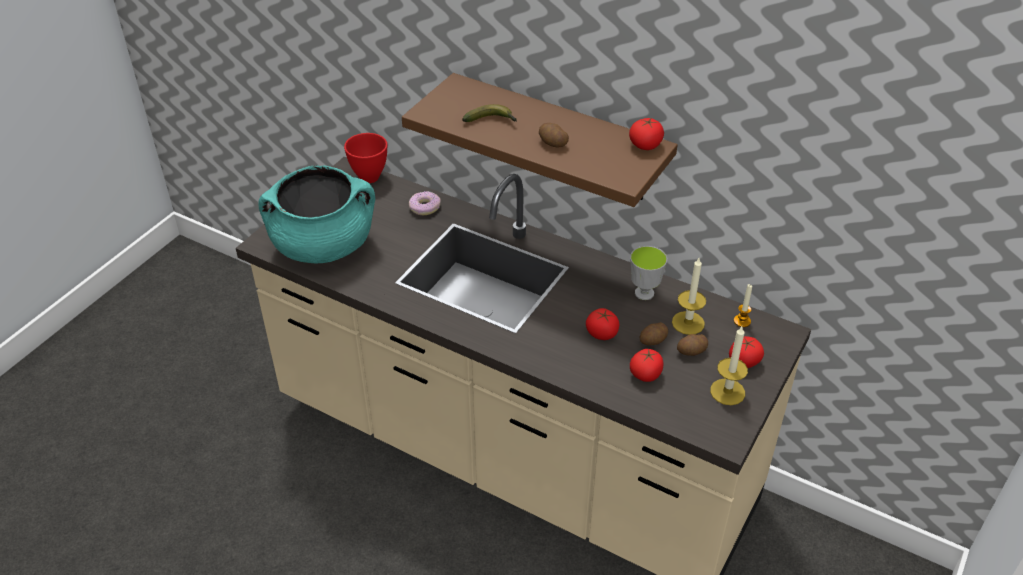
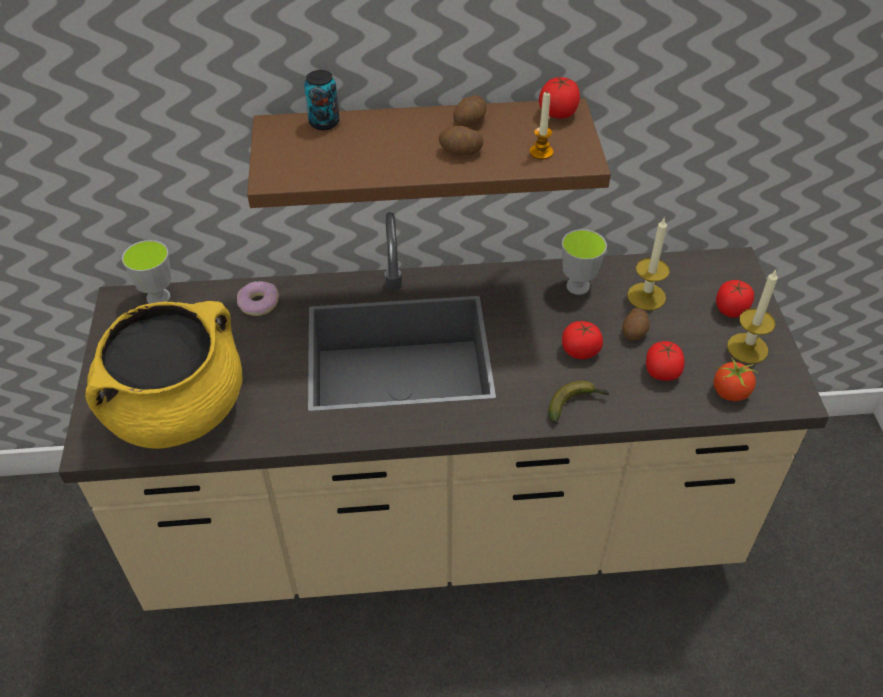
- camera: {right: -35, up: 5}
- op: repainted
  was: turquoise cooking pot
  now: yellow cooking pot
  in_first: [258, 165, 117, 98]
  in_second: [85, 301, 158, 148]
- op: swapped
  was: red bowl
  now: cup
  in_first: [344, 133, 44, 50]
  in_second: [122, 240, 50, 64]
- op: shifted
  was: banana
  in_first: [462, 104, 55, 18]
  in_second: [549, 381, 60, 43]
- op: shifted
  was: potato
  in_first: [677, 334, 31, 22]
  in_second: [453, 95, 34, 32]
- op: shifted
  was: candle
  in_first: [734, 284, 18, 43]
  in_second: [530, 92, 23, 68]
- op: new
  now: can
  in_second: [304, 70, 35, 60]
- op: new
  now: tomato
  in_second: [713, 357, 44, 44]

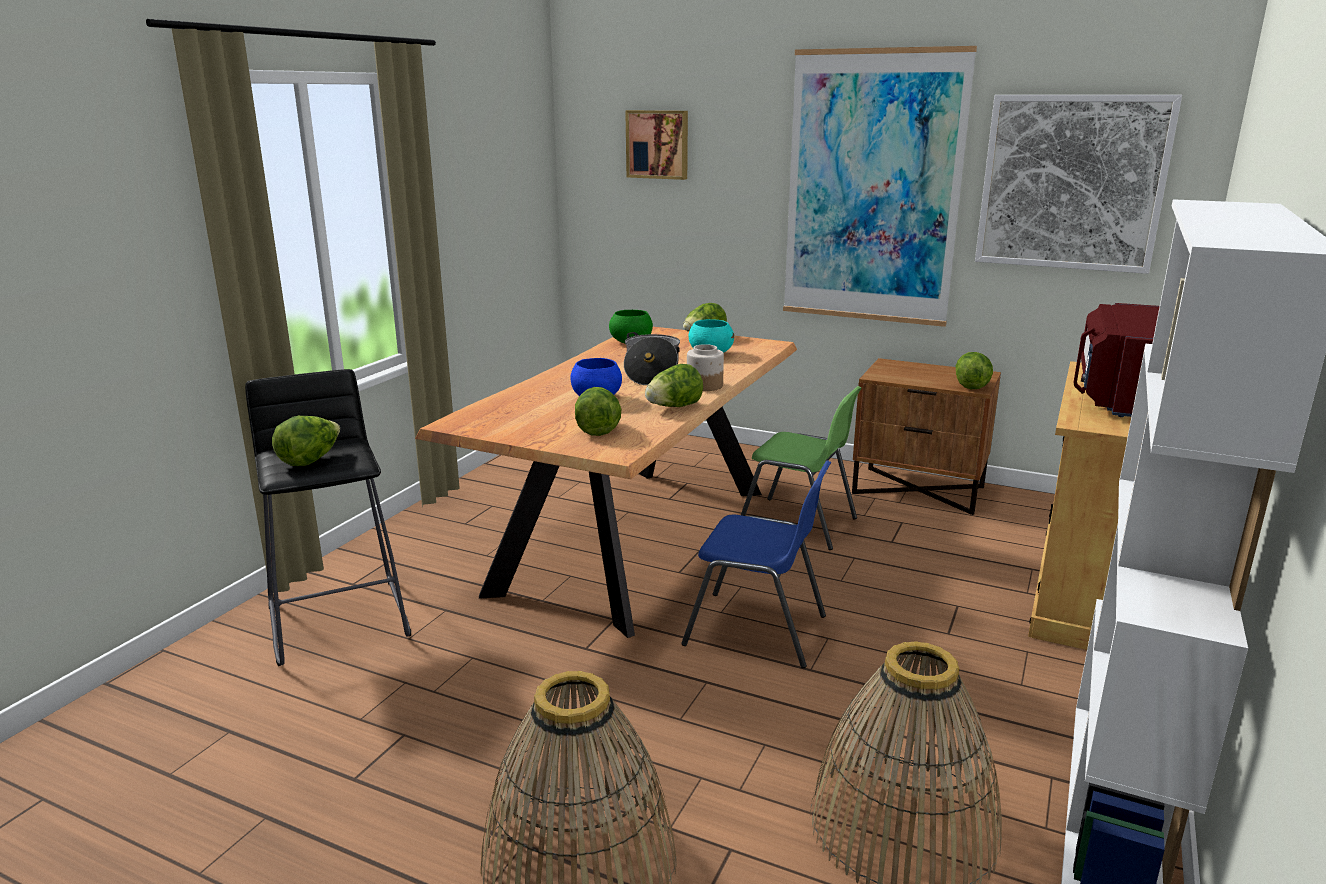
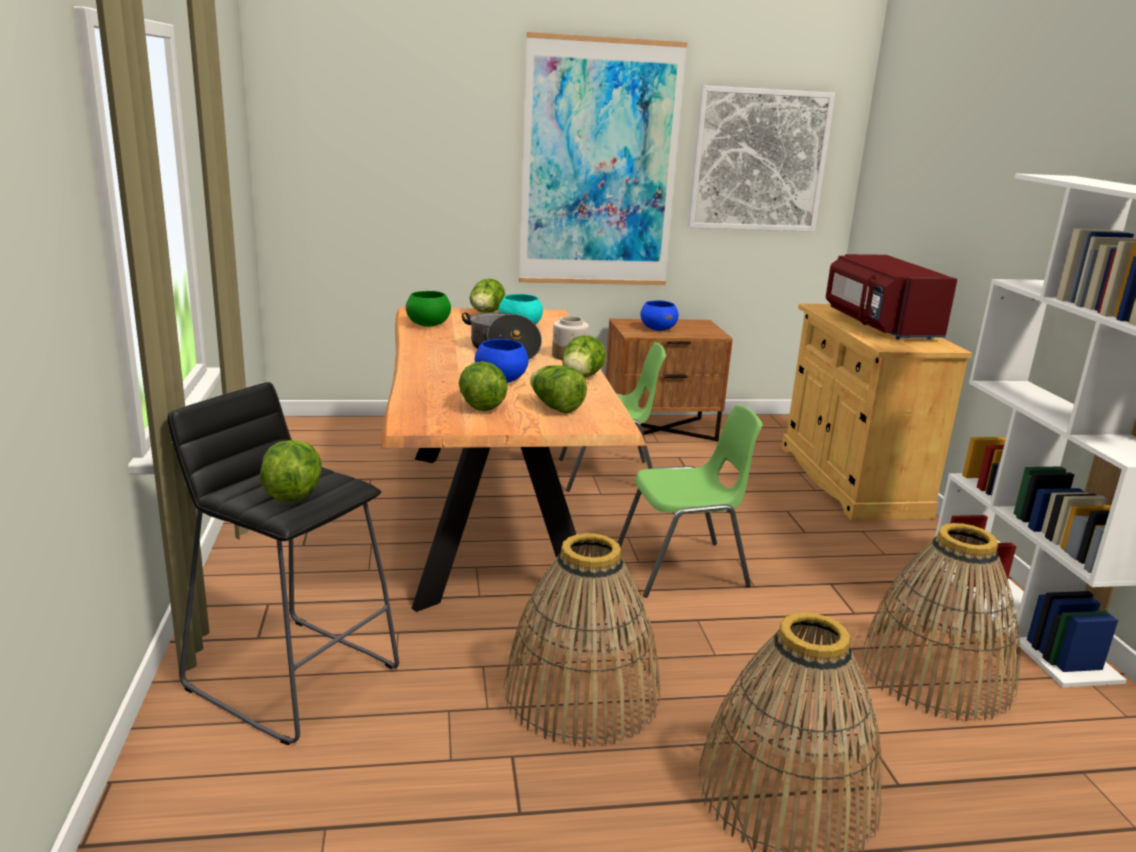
- camera: {right: -35, up: 0}
- op: gone
  was: picture
  in_first: [625, 110, 63, 70]
- op: repainted
  was: blue chair
  now: green chair
  in_first: [681, 461, 151, 207]
  in_second: [617, 404, 146, 194]
- op: shifted
  was: lettuce
  in_first: [955, 352, 38, 37]
  in_second: [459, 361, 49, 50]
- op: new
  now: basket
  in_second: [503, 533, 157, 214]
- op: new
  now: blue bowl
  in_second: [641, 300, 37, 31]

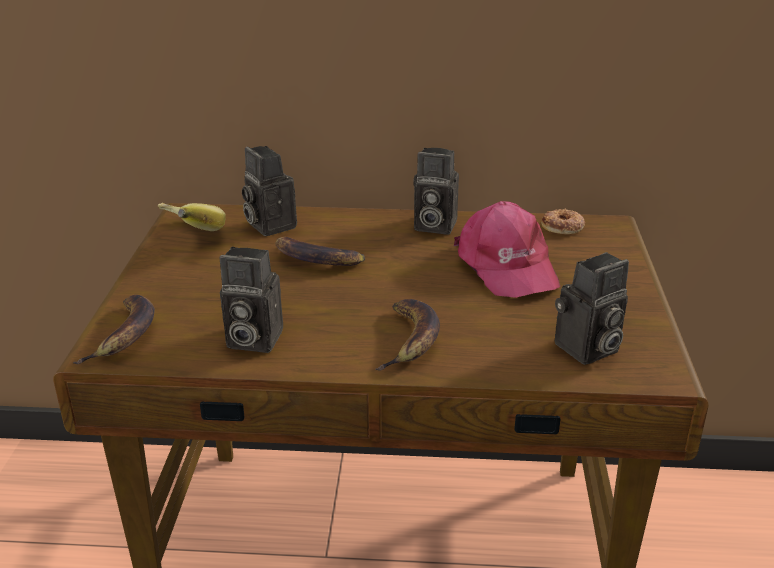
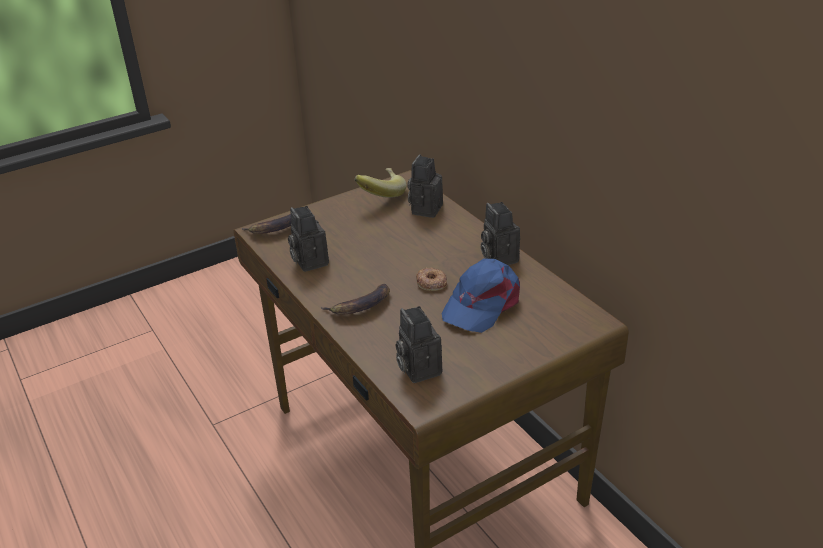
- camera: {right: 55, up: 5}
- op: gone
  was: banana
  in_first: [275, 237, 90, 29]
- op: repainted
  was: pink cap
  now: blue cap
  in_first: [454, 201, 106, 97]
  in_second: [442, 258, 78, 75]
- op: shifted
  was: donut
  in_first: [541, 209, 44, 25]
  in_second: [416, 267, 31, 24]
- op: rotated
  was: photo camera
  in_first: [555, 252, 74, 113]
  in_second: [395, 306, 47, 77]
  clockwise: 45

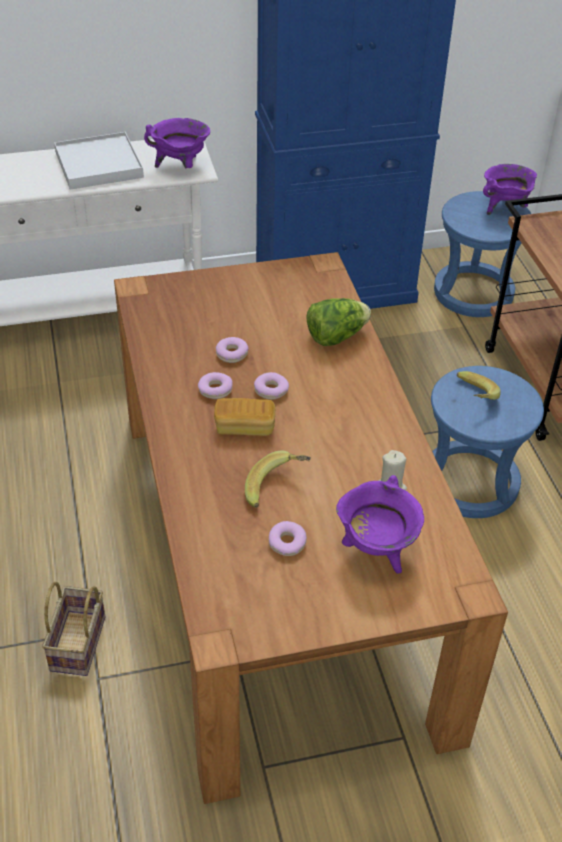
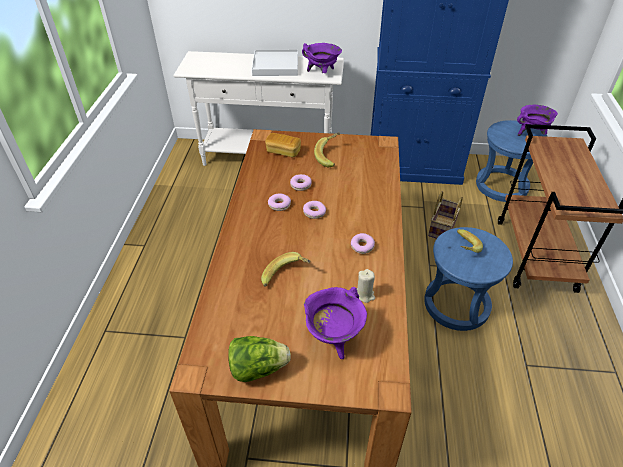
- camera: {right: 20, up: 0}
- op: shifted
  was: basket
  in_first: [42, 582, 63, 94]
  in_second: [428, 191, 35, 48]
- op: shifted
  was: bread
  in_first: [214, 398, 61, 38]
  in_second: [265, 133, 36, 24]
- op: shifted
  was: donut
  in_first: [269, 521, 38, 35]
  in_second: [351, 233, 24, 21]
- op: shifted
  was: lettuce
  in_first: [306, 298, 65, 48]
  in_second: [228, 336, 63, 46]
- op: new
  now: banana
  in_second: [314, 133, 26, 34]

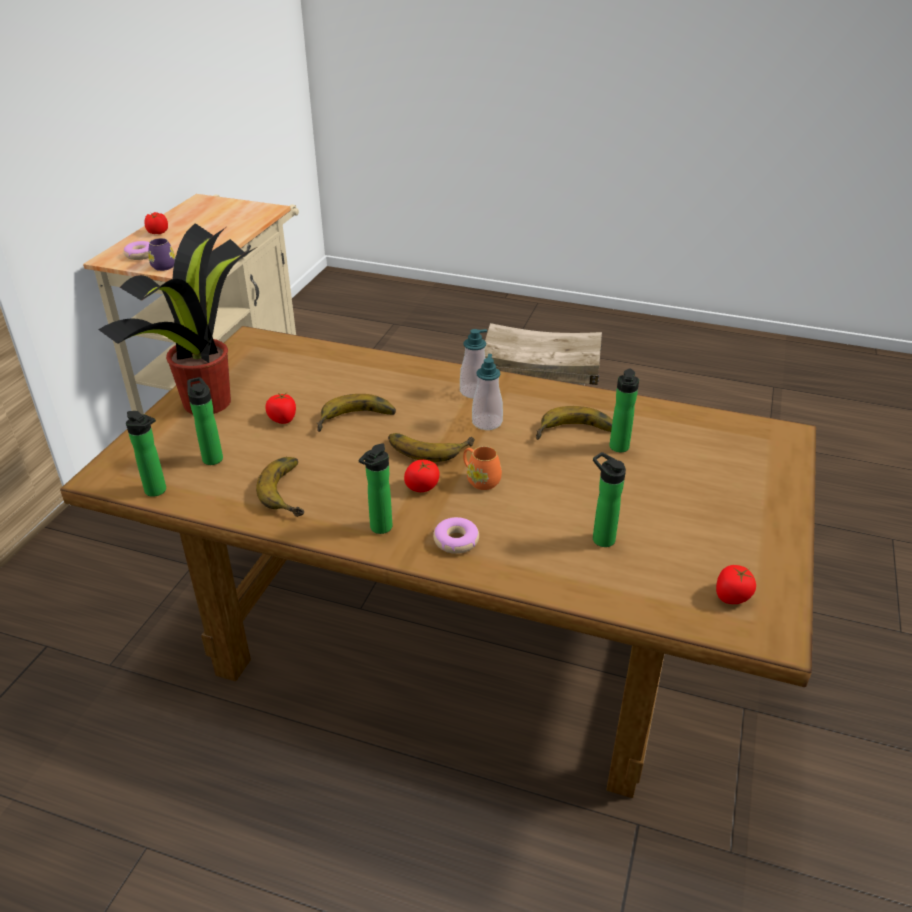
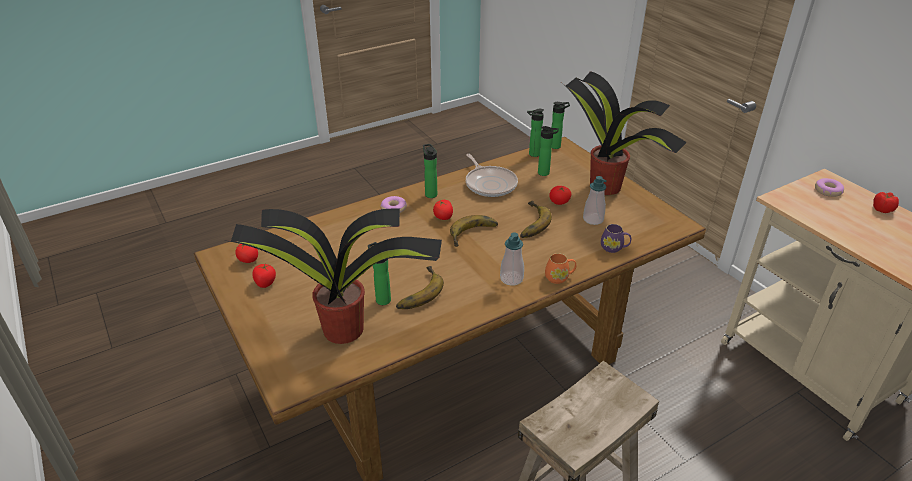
- camera: {right: 130, up: 0}
- op: shifted
  was: purple mug
  in_first: [148, 238, 28, 33]
  in_second: [601, 224, 30, 29]
- op: swapped
  was: banana
  now: frying pan
  in_first: [256, 457, 48, 60]
  in_second: [466, 154, 52, 43]
- op: shifted
  was: orange mug
  in_first: [463, 446, 39, 44]
  in_second: [545, 253, 31, 31]
- op: shifted
  was: soap dispenser
  in_first: [472, 354, 31, 76]
  in_second: [583, 176, 24, 49]
- op: shifted
  was: bottle
  in_first: [593, 452, 33, 95]
  in_second: [551, 102, 19, 47]
- op: new
  now: potted plant
  in_second: [223, 208, 219, 136]
- op: new
  now: tomato
  in_second: [252, 264, 24, 24]

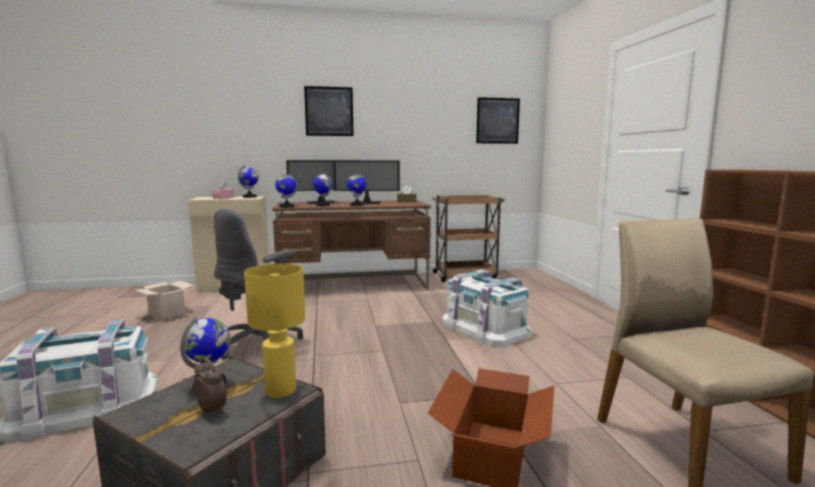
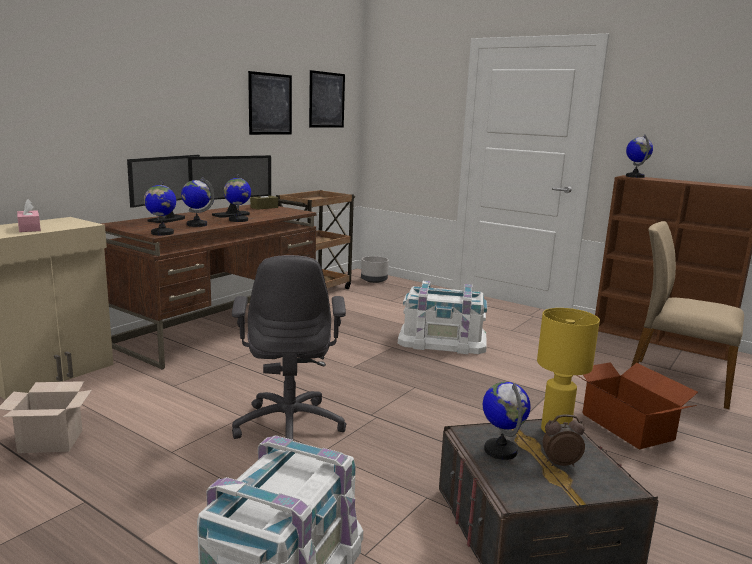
- camera: {right: -45, up: 5}
- op: shifted
  was: globe
  in_first: [238, 165, 21, 33]
  in_second: [626, 134, 27, 44]
- op: shifted
  was: picture
  in_first: [304, 86, 49, 50]
  in_second: [248, 71, 44, 64]
- op: new
  now: grey planter
  in_second: [361, 256, 28, 27]

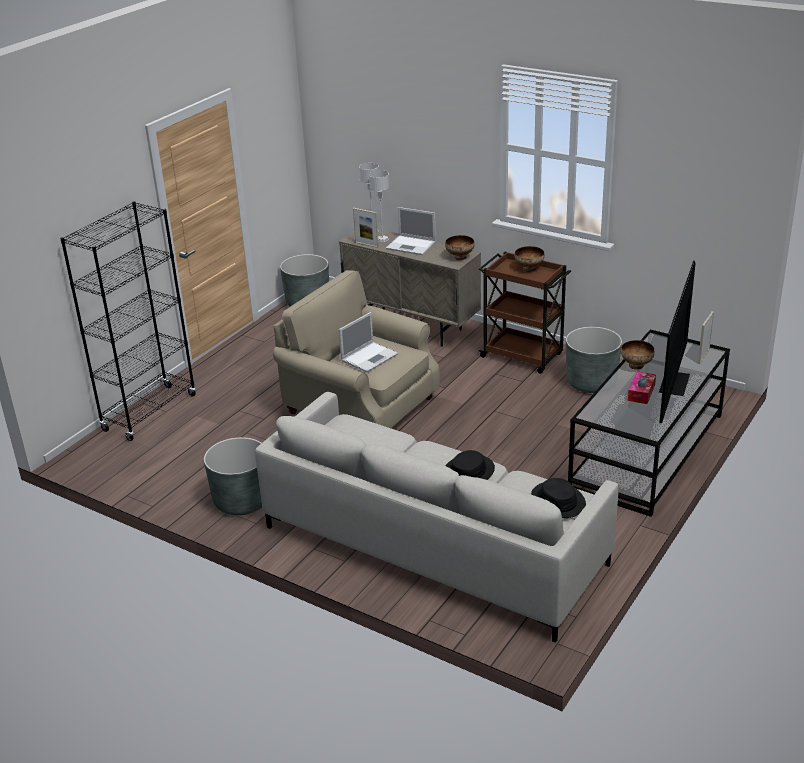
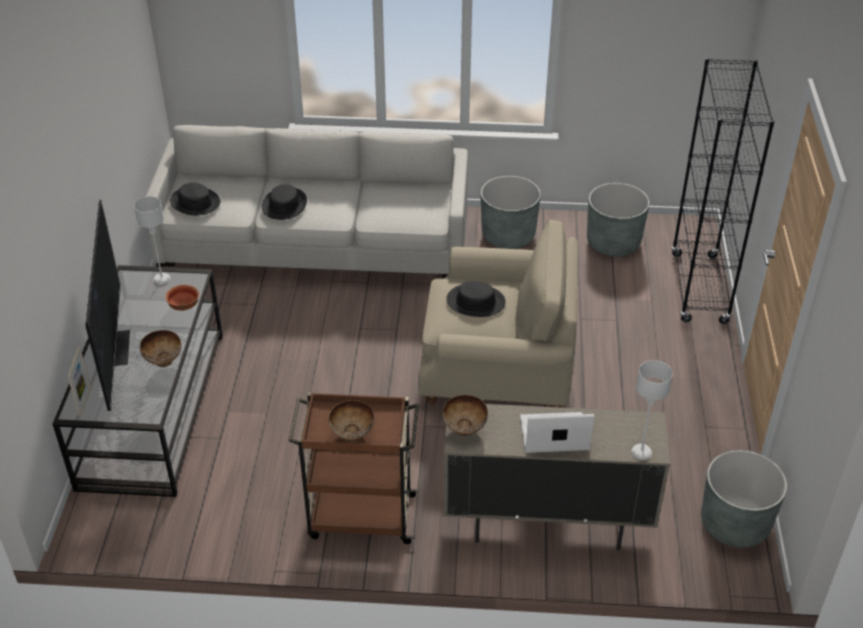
- camera: {right: 150, up: 10}
- op: swapped
  was: laptop
  now: black hat
  in_first: [339, 312, 59, 60]
  in_second: [446, 281, 60, 36]
- op: gone
  was: picture frame
  in_first: [353, 208, 26, 40]
- op: shifted
  was: grey table lamp
  in_first: [369, 170, 20, 72]
  in_second: [134, 196, 37, 89]
- op: shifted
  was: grey planter
  in_first: [566, 327, 56, 66]
  in_second: [587, 183, 62, 74]
- op: gone
  was: tissue box
  in_first: [628, 371, 28, 33]
- op: new
  now: bowl
  in_second: [165, 285, 34, 26]

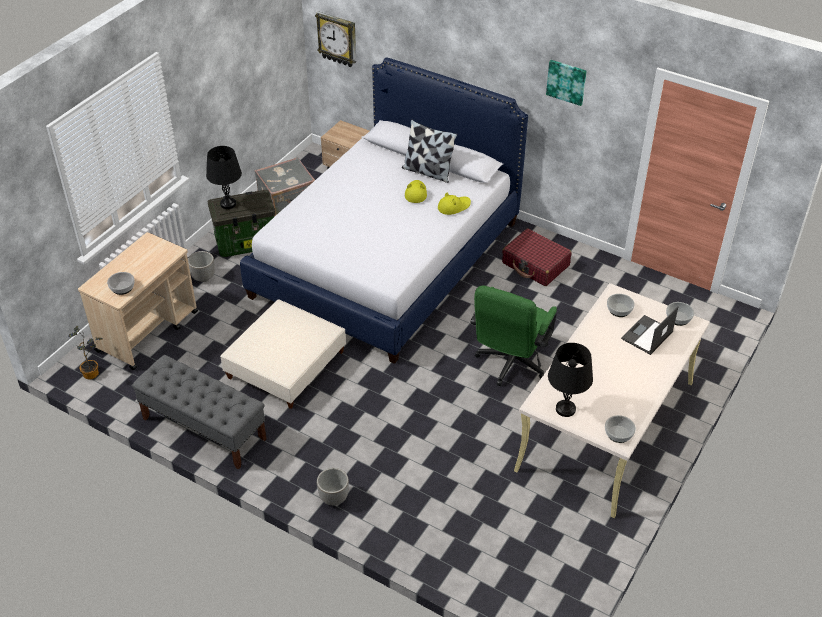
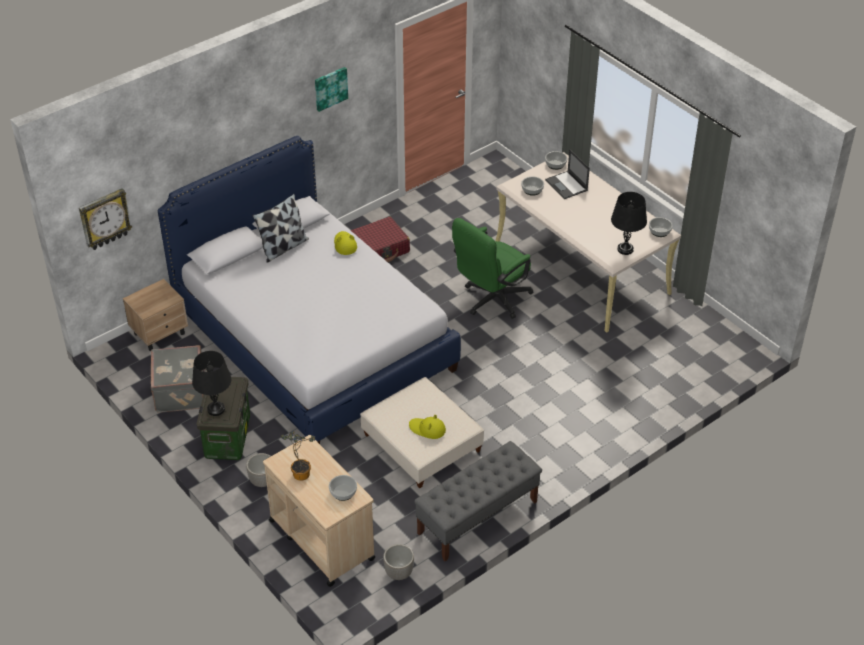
- camera: {right: -70, up: 0}
- op: shifted
  was: potted plant
  in_first: [68, 326, 35, 53]
  in_second: [281, 431, 34, 50]
- op: shifted
  was: planter
  in_first: [317, 468, 32, 37]
  in_second: [383, 544, 31, 36]
- op: shifted
  was: yellow hat
  in_first: [405, 180, 22, 23]
  in_second: [409, 415, 37, 24]
- op: rotated
  was: green office chair
  in_first: [470, 285, 87, 101]
  in_second: [452, 218, 82, 101]
  clockwise: 90

